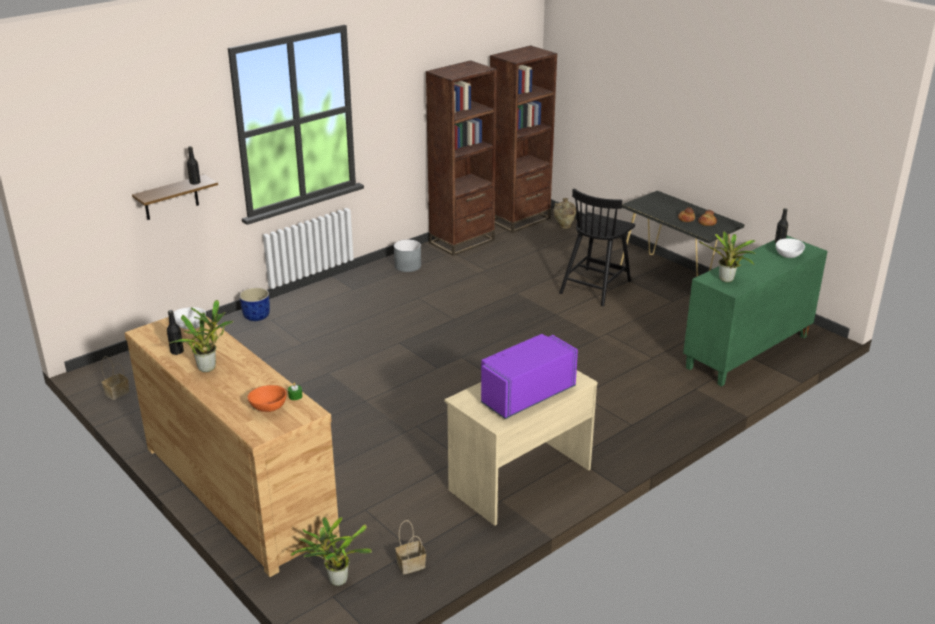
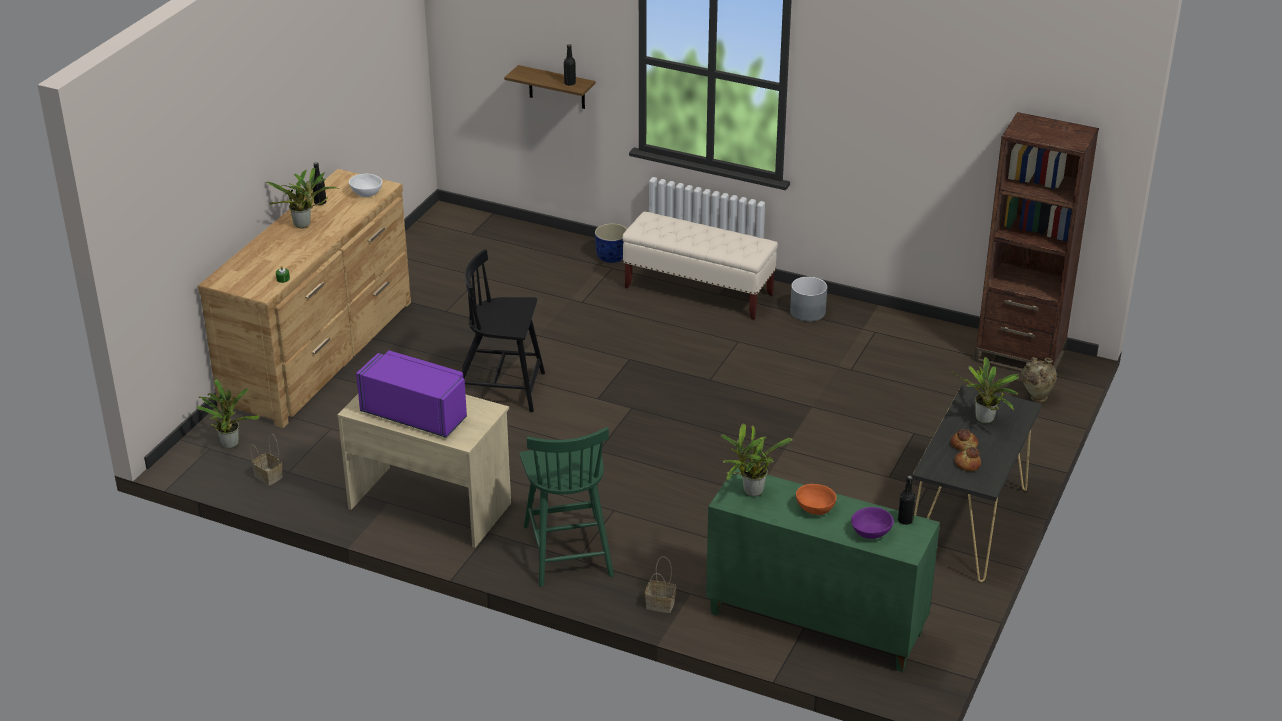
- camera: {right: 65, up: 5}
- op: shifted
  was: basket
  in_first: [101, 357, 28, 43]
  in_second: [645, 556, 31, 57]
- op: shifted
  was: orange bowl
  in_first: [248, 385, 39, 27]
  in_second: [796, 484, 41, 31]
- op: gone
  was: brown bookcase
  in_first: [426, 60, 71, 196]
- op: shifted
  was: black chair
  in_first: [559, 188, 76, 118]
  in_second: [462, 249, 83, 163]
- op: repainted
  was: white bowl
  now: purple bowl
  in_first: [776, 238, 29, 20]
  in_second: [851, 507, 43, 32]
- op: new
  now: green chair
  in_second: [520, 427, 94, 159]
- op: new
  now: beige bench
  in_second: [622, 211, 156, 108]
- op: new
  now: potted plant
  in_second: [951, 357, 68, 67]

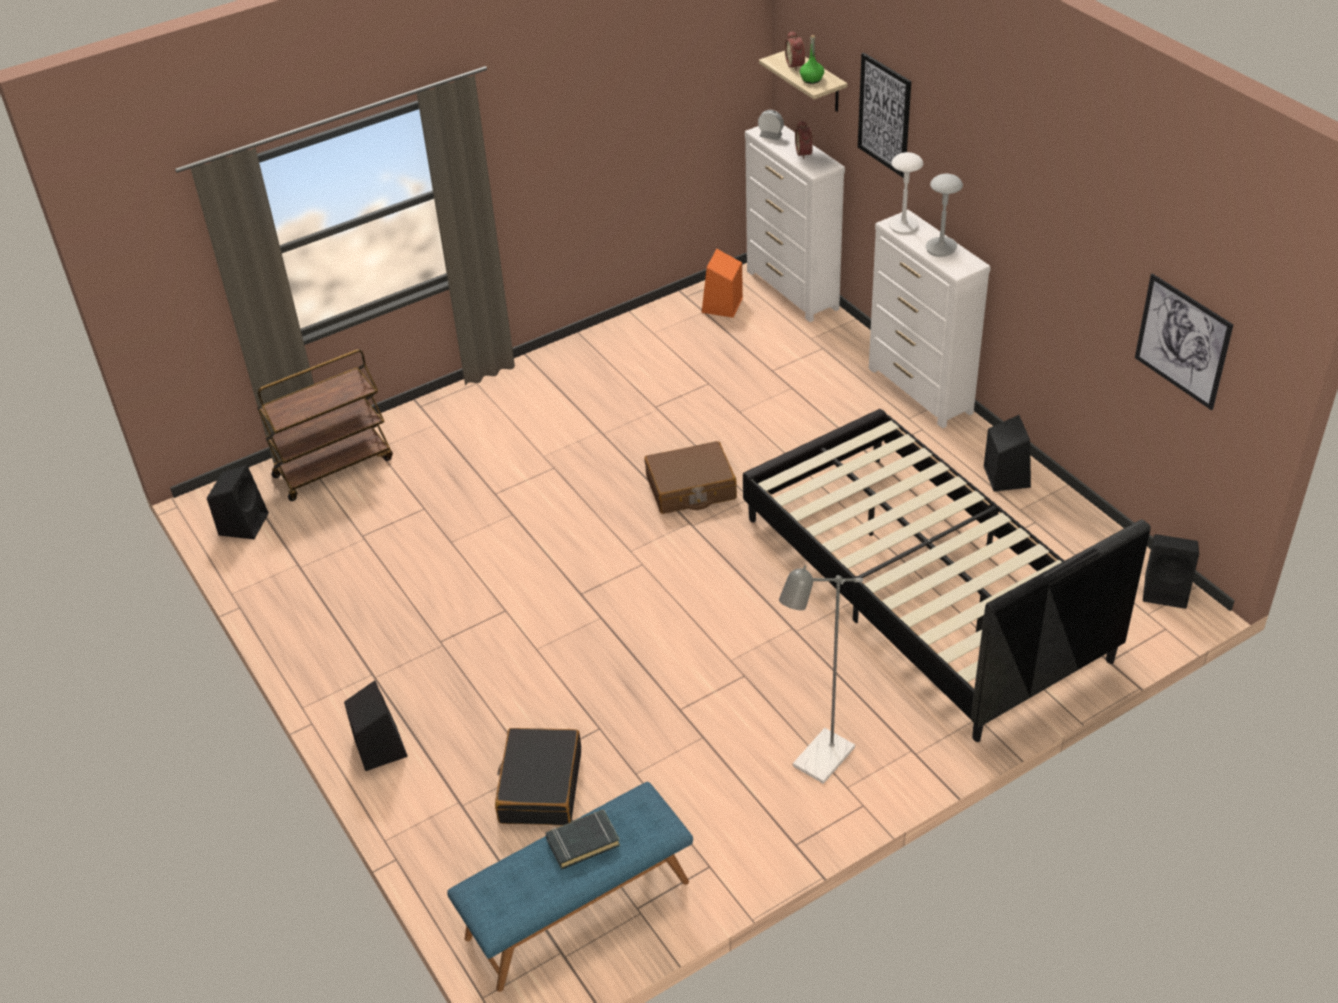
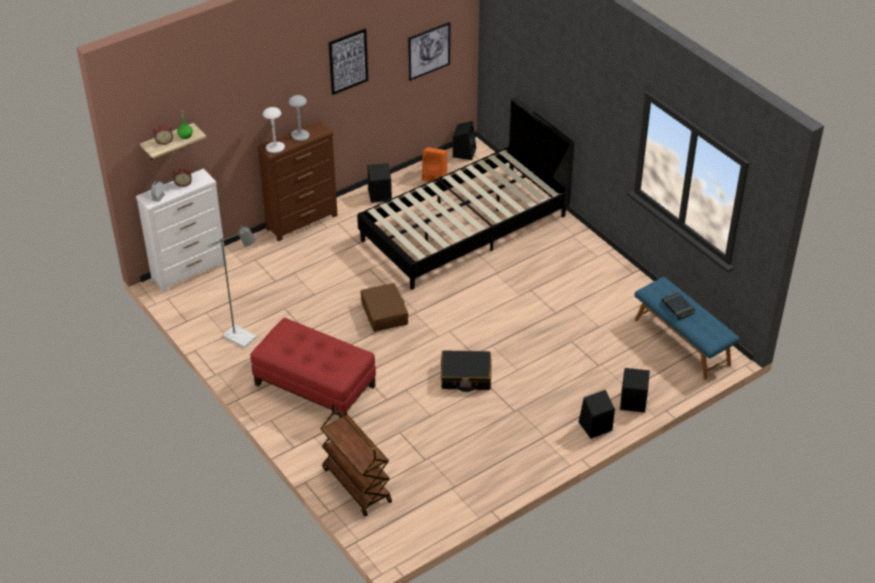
- camera: {right: -95, up: 0}
- op: shifted
  was: black speaker
  in_first: [207, 465, 62, 74]
  in_second: [620, 368, 30, 45]
- op: shifted
  was: black suitcase
  in_first: [495, 728, 86, 98]
  in_second: [441, 350, 50, 42]
- op: shifted
  was: orange speaker
  in_first: [702, 249, 41, 69]
  in_second: [422, 147, 25, 35]
- op: shifted
  was: grey floor lamp
  in_first: [779, 565, 84, 219]
  in_second: [207, 226, 50, 122]
- op: shifted
  was: picture
  in_first: [858, 53, 53, 125]
  in_second: [328, 28, 40, 67]
- op: repainted
  was: white dresser
  now: brown dresser
  in_first: [869, 210, 122, 218]
  in_second: [257, 121, 81, 121]
- op: new
  now: red ottoman
  in_second: [250, 318, 126, 100]

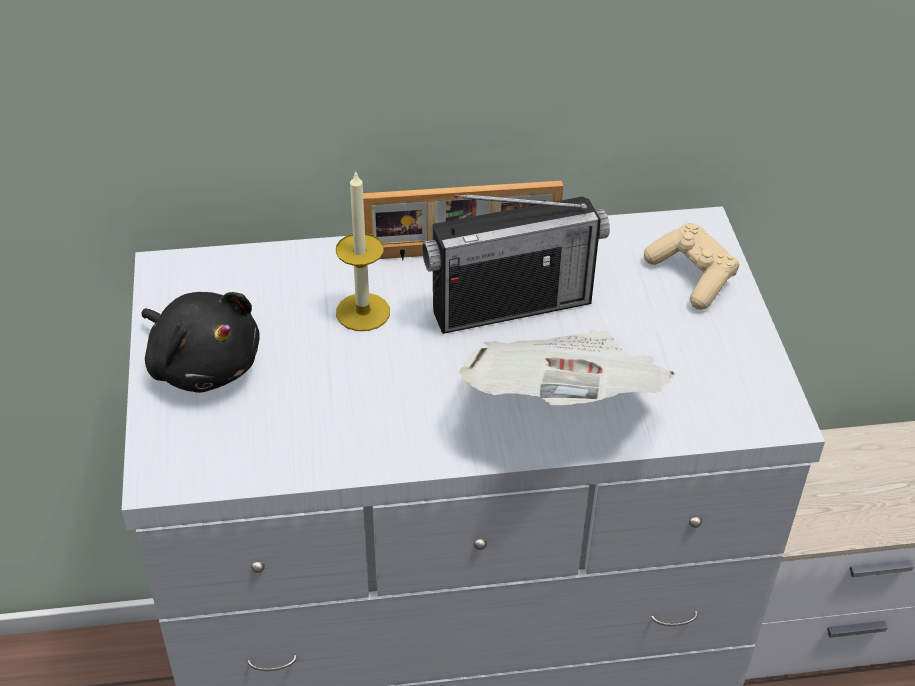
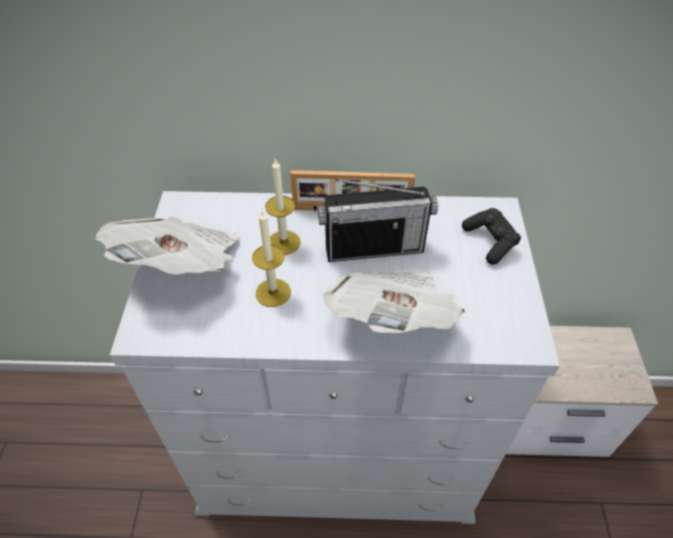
- camera: {right: 10, up: 5}
- op: swapped
  was: black plush toy
  now: newspaper
  in_first: [142, 292, 118, 101]
  in_second: [96, 217, 143, 58]
- op: repainted
  was: beige game controller
  now: black game controller
  in_first: [644, 223, 95, 87]
  in_second: [462, 208, 59, 57]
- op: new
  now: candle
  in_second: [252, 210, 39, 97]

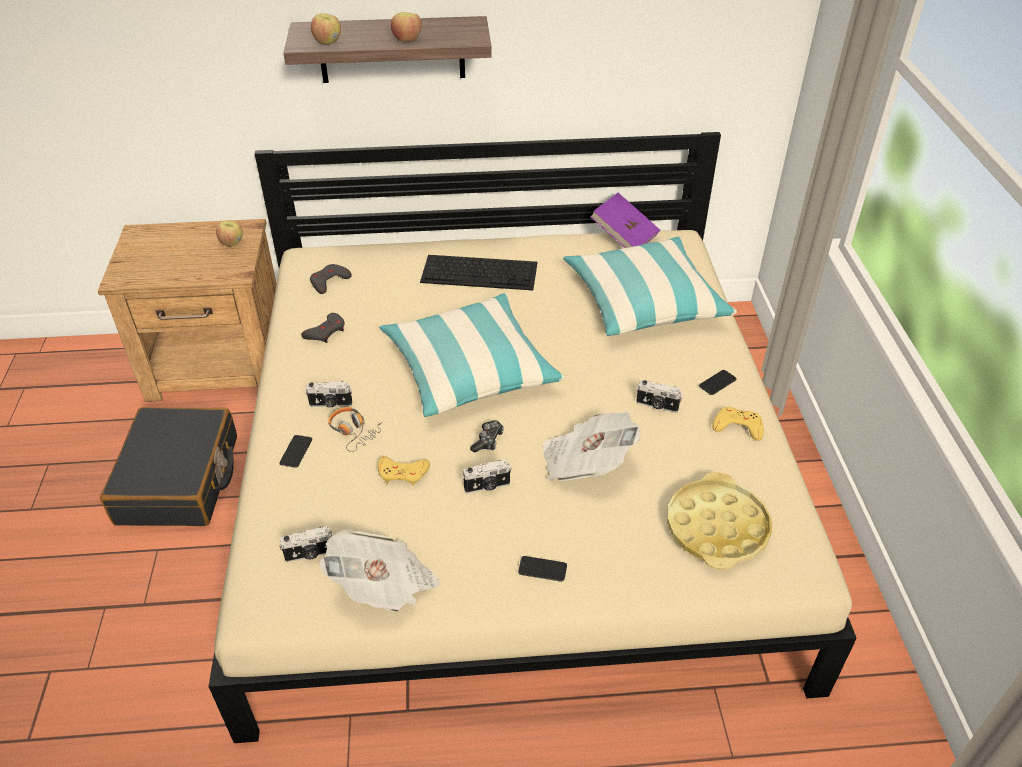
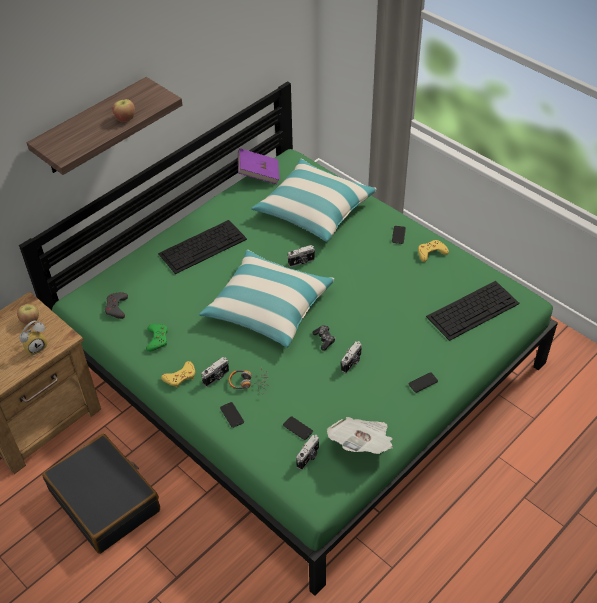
- camera: {right: -40, up: 5}
- op: repainted
  was: beige bed
  now: green bed
  in_first: [208, 132, 649, 611]
  in_second: [19, 81, 539, 515]
- op: repainted
  was: grey game controller
  now: green game controller
  in_first: [301, 313, 44, 30]
  in_second: [146, 324, 22, 28]
- op: gone
  was: apple
  in_first: [311, 13, 30, 32]
- op: shifted
  was: yellow game controller
  in_first: [378, 456, 52, 30]
  in_second: [161, 361, 34, 27]
- op: gone
  was: newspaper
  in_first: [542, 412, 99, 69]
- op: shifted
  was: photo camera
  in_first: [636, 380, 47, 33]
  in_second: [287, 245, 28, 22]
- op: swapped
  was: yellow tray
  now: keyboard
  in_first: [667, 472, 105, 98]
  in_second: [426, 281, 94, 60]
- op: new
  now: alarm clock
  in_second: [19, 321, 29, 35]
- op: new
  now: phone
  in_second: [283, 416, 30, 24]

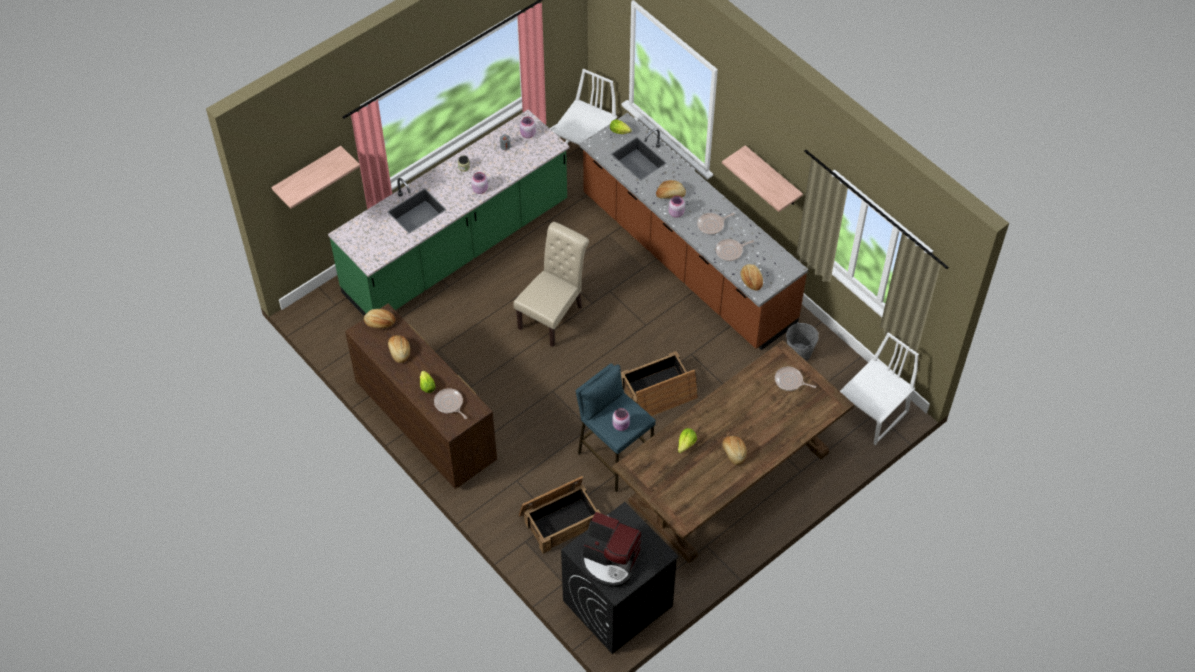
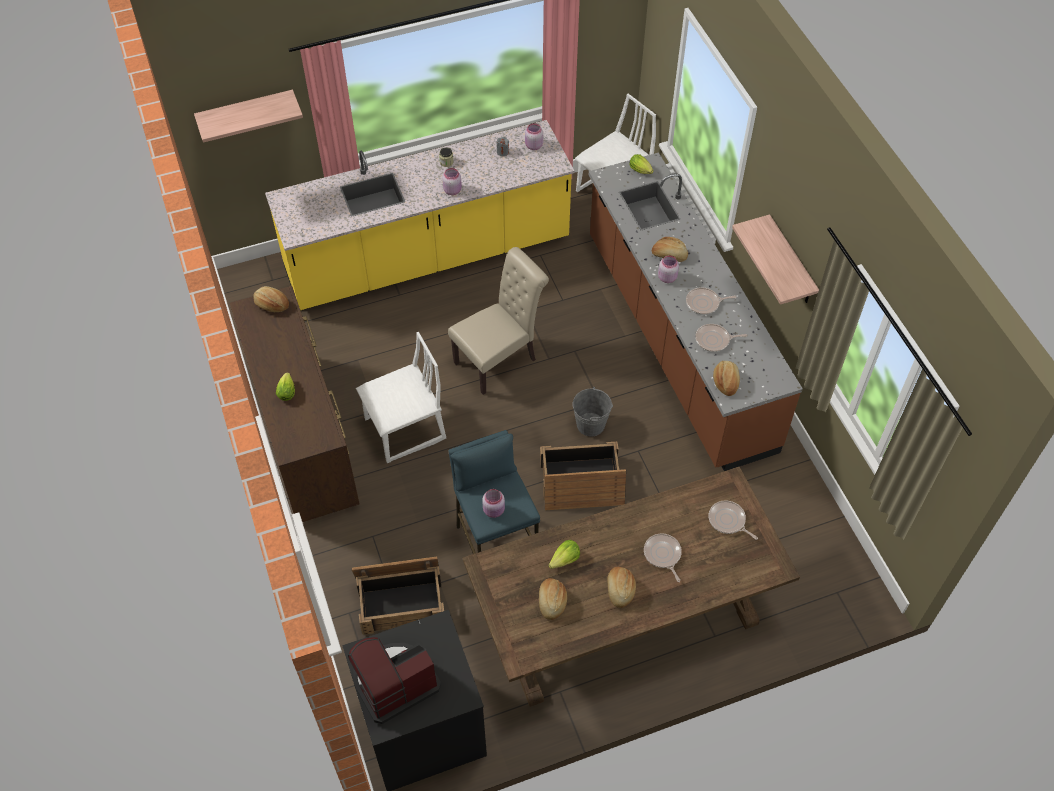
- camera: {right: 20, up: 0}
- op: repainted
  was: green counter
  now: yellow counter
  in_first: [328, 110, 241, 206]
  in_second: [265, 120, 309, 191]
- op: shifted
  was: bread
  in_first: [388, 335, 22, 28]
  in_second: [539, 578, 28, 42]
- op: shifted
  was: frying pan
  in_first: [434, 388, 33, 31]
  in_second: [644, 533, 38, 49]
- op: rotated
  was: coffee machine
  in_first: [581, 512, 62, 75]
  in_second: [348, 637, 93, 87]
  clockwise: 105
- op: shifted
  was: grey bucket
  in_first: [786, 322, 33, 39]
  in_second: [573, 387, 40, 50]
- op: shifted
  was: white chair
  in_first: [840, 332, 79, 113]
  in_second: [356, 332, 90, 131]

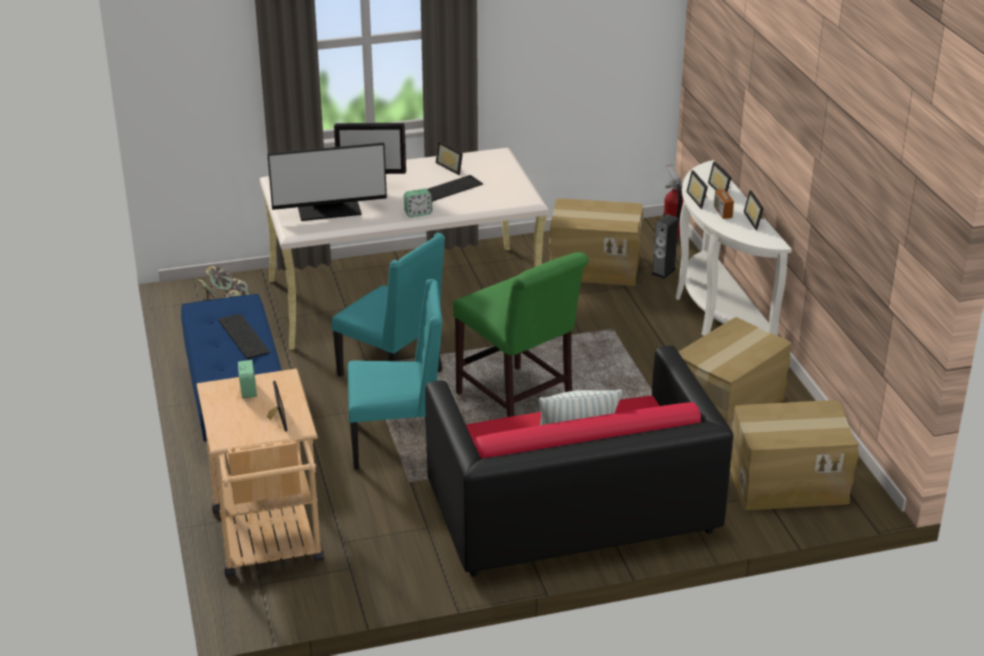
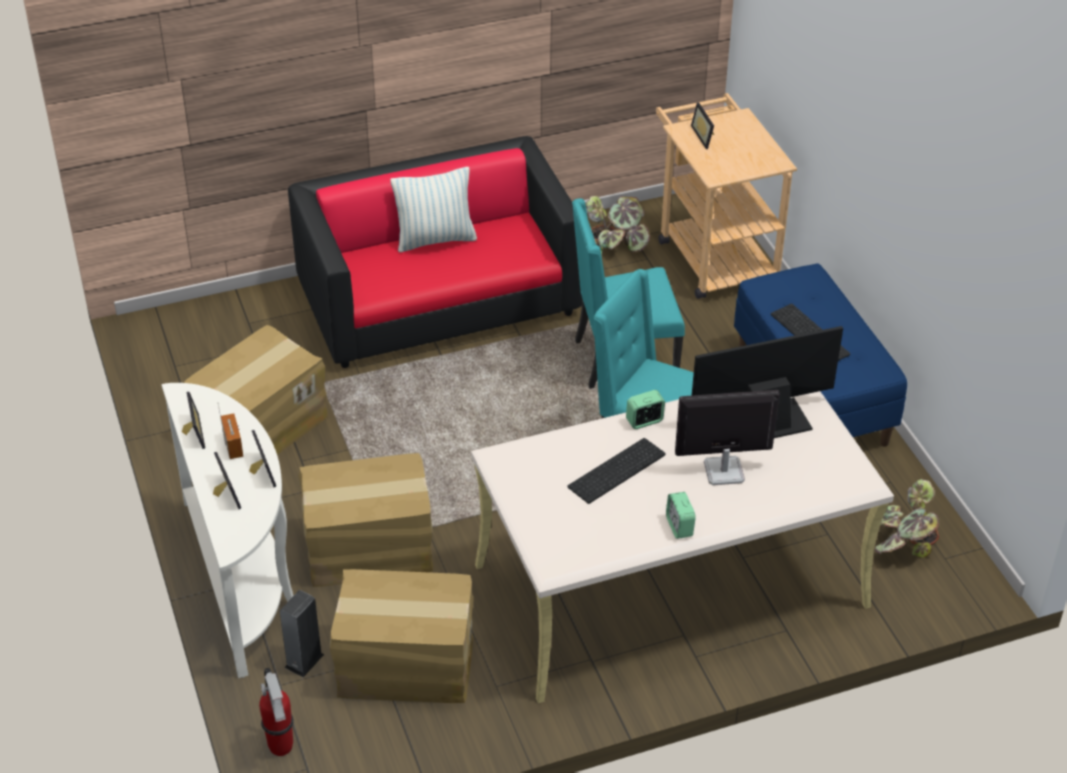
- camera: {right: 175, up: 10}
- op: shifted
  was: alarm clock
  in_first: [238, 360, 19, 38]
  in_second: [666, 492, 30, 47]
- op: gone
  was: picture frame
  in_first: [436, 141, 27, 34]
- op: gone
  was: green chair
  in_first: [453, 252, 136, 165]
- op: shifted
  was: cardboard box
  in_first: [730, 400, 129, 110]
  in_second: [299, 453, 134, 134]
- op: new
  now: potted plant
  in_second: [586, 196, 64, 59]

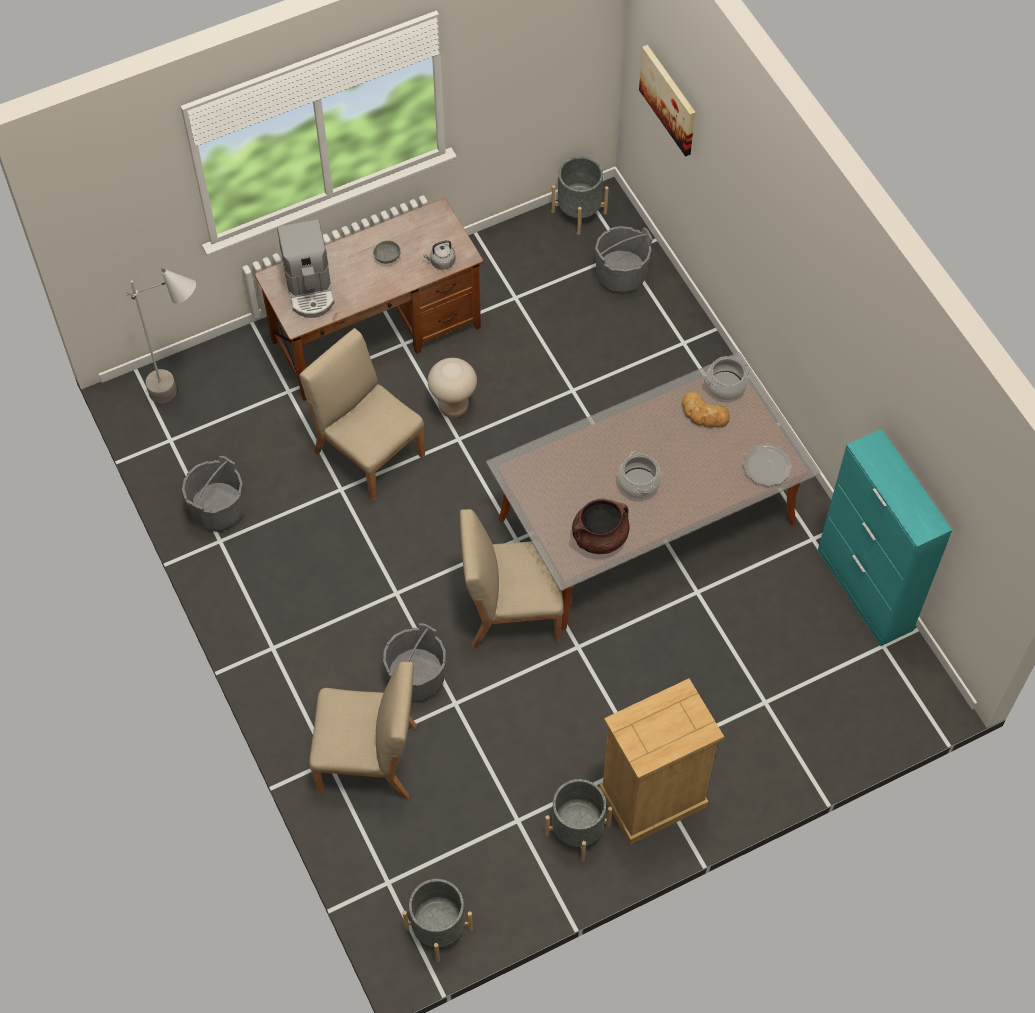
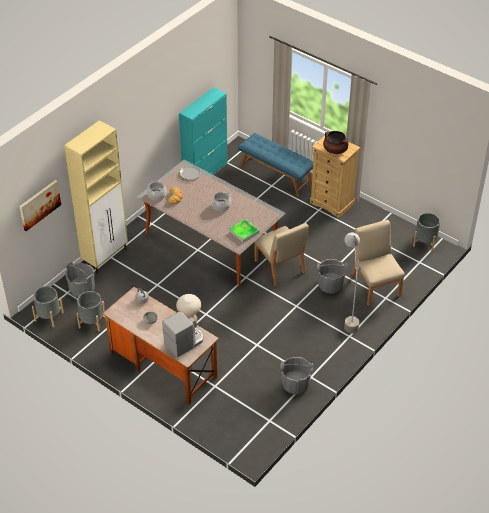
- camera: {right: -115, up: -15}
- op: shifted
  was: grey floor lamp
  in_first: [126, 268, 70, 135]
  in_second: [344, 233, 16, 100]
- op: gone
  was: beige chair
  in_first: [299, 328, 126, 173]
- op: shifted
  was: grey planter
  in_first: [545, 779, 67, 83]
  in_second: [77, 291, 28, 40]
- op: shifted
  was: brown cooking pot
  in_first: [572, 498, 57, 56]
  in_second: [323, 131, 26, 23]
- op: new
  now: beige cabinet
  in_second: [64, 120, 64, 153]
- op: new
  now: tray
  in_second: [229, 219, 30, 24]
- op: new
  now: blue bench
  in_second: [238, 133, 75, 63]

